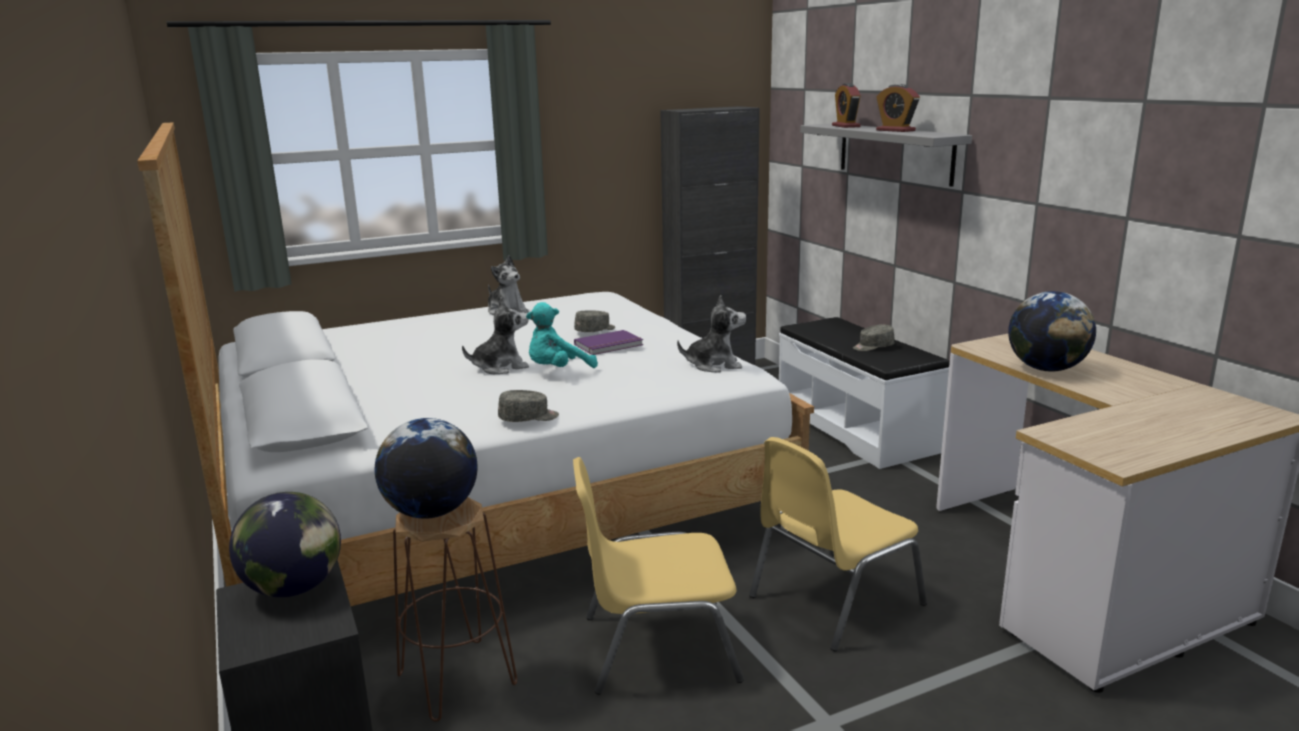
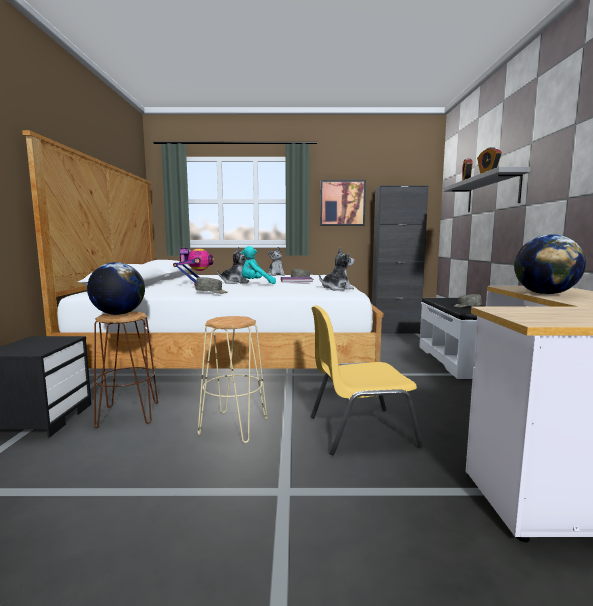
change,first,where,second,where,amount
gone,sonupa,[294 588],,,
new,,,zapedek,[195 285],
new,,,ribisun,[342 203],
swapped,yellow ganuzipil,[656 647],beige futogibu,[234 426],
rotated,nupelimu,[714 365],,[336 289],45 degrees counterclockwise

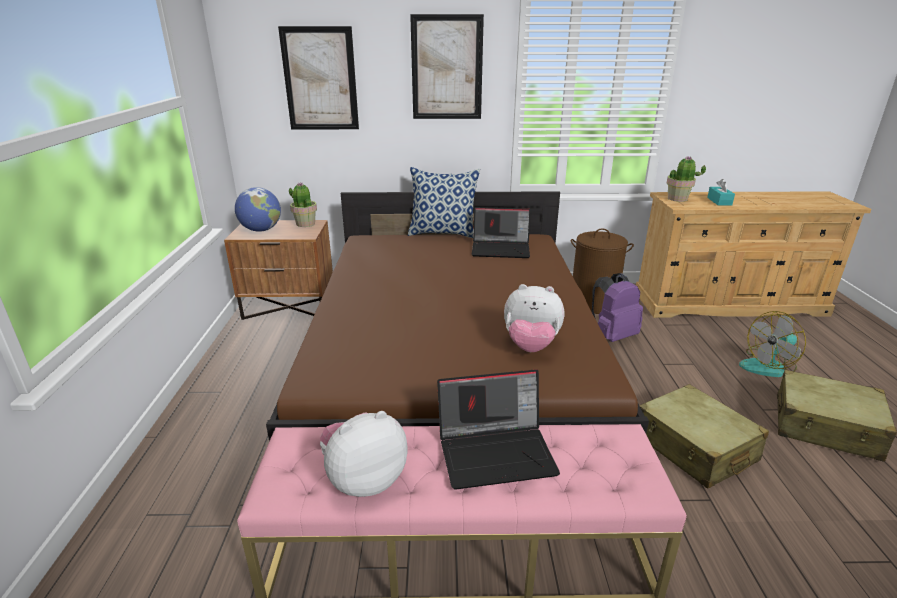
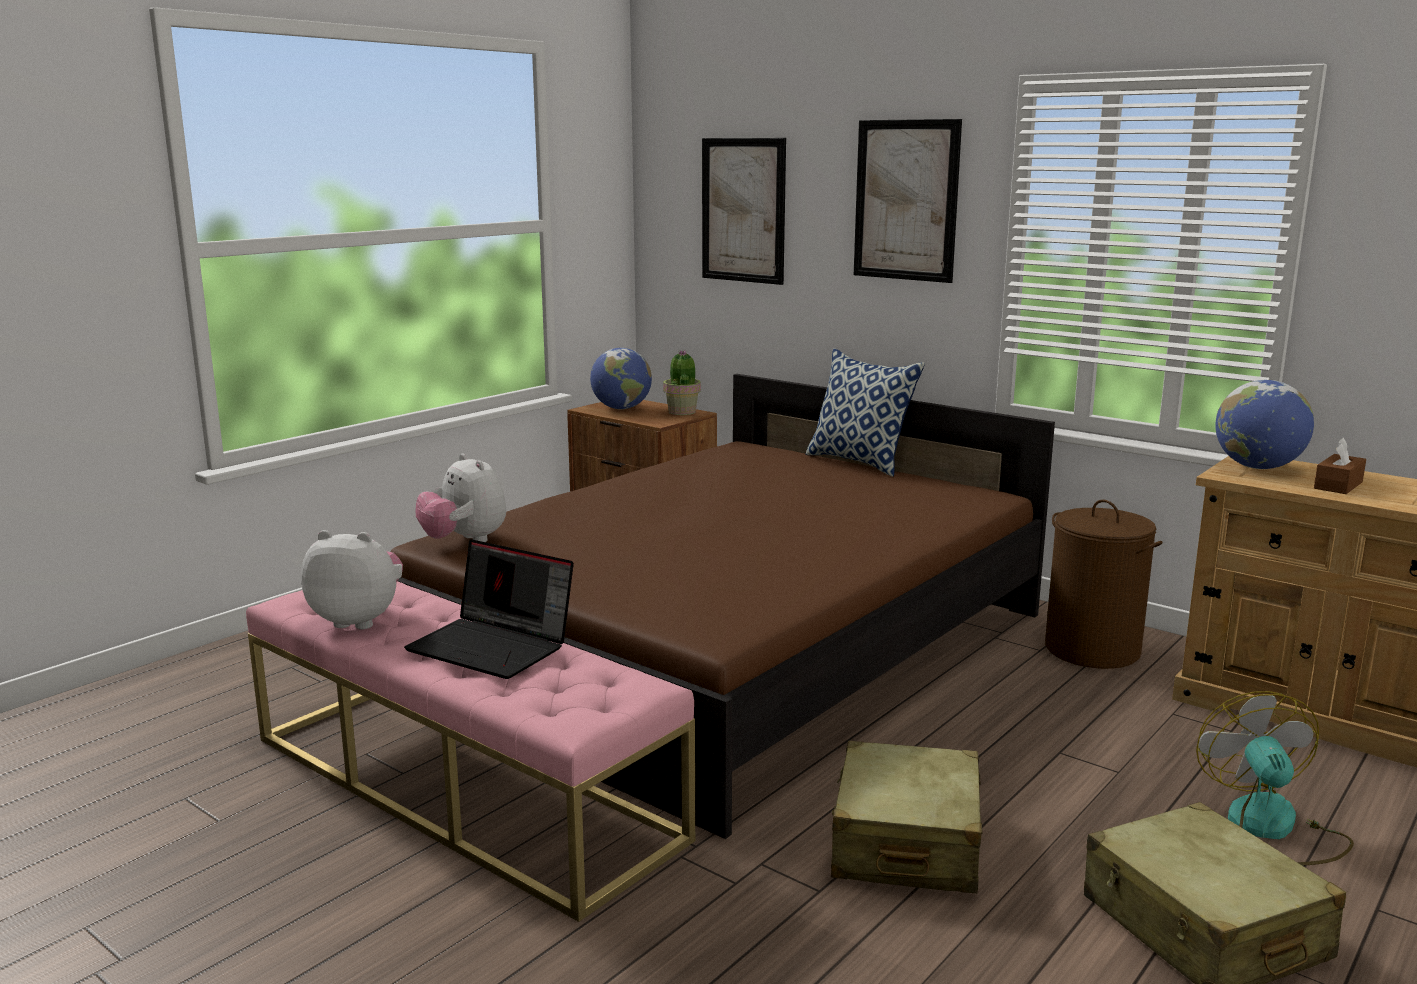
change,first,where,second,where,amount
gone,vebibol,[501 249],,,
gone,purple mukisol,[612 336],,,
shifted,nupelimu,[531 346],,[464 541],
swapped,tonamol,[678 199],sonupa,[1257 467],
repainted,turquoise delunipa,[719 201],brown delunipa,[1338 485],
rotated,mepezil,[768 366],,[1272 829],75 degrees clockwise

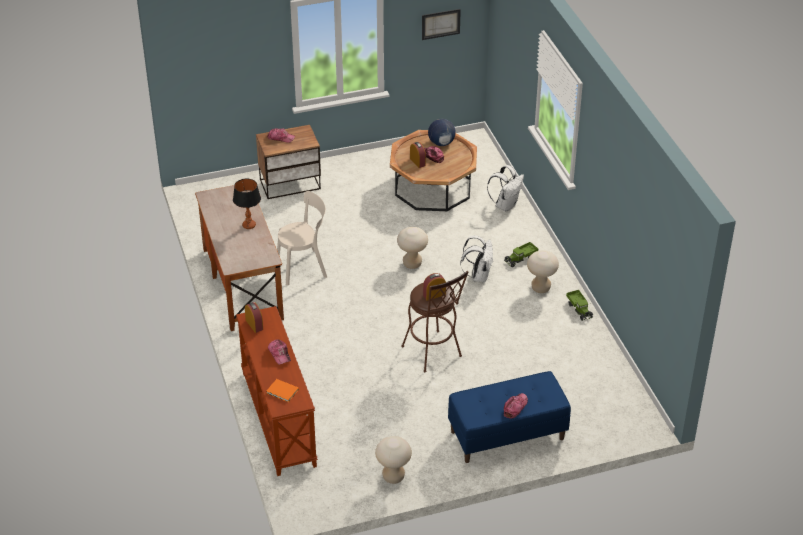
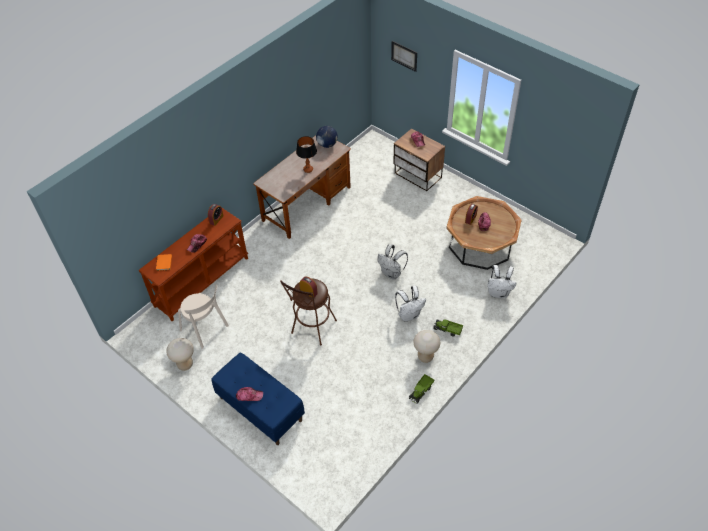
change,first,where,second,where,amount
shifted,beige ganuzipil,[304 267],,[205 329],
shifted,ribisun,[440 24],,[404 56],
shifted,sonupa,[441 143],,[327 144],
swapped,beige futogibu,[412 264],white mukisol,[392 273],

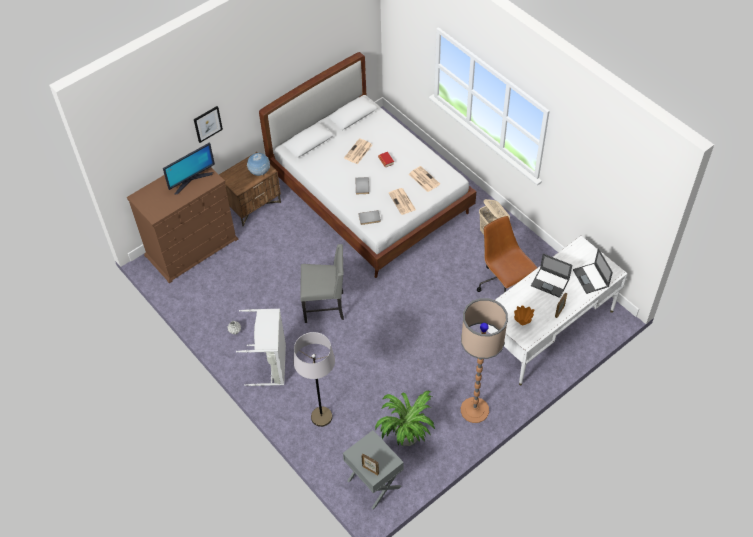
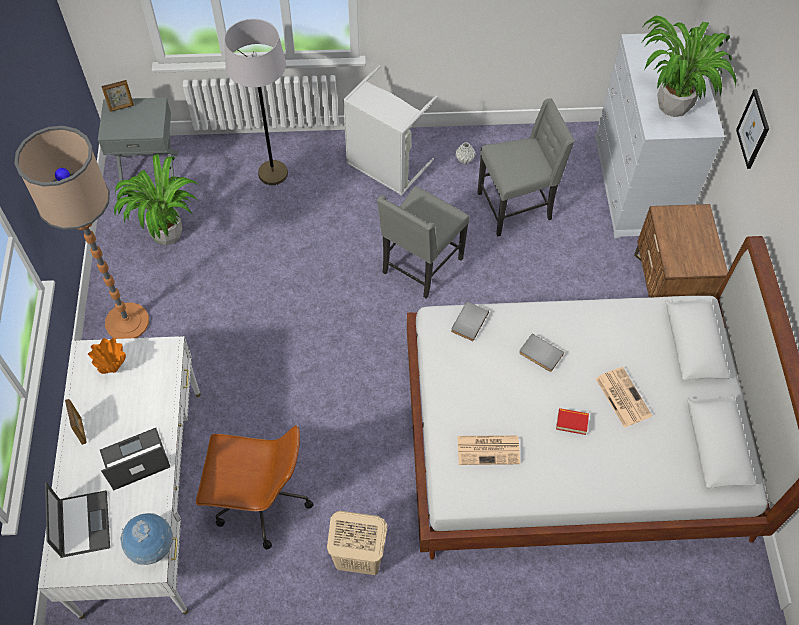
change,first,where,second,where,amount
gone,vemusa,[402 202],,,
new,,,grey ganuzipil,[516 207],
shifted,sonupa,[259 172],,[152 547],
swapped,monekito,[191 180],tonamol,[674 105],
repainted,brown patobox,[192 247],white patobox,[638 184],
rotated,vebibol,[591 278],,[83 523],60 degrees clockwise

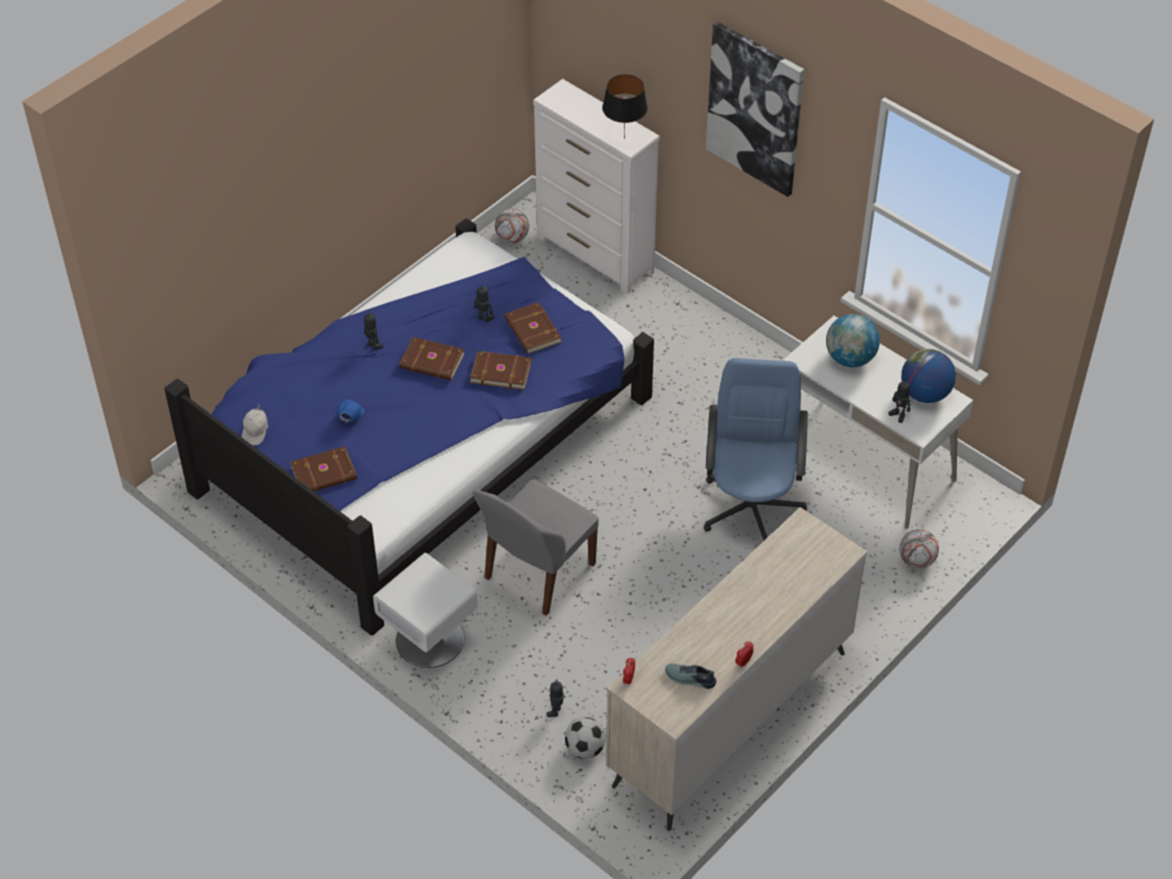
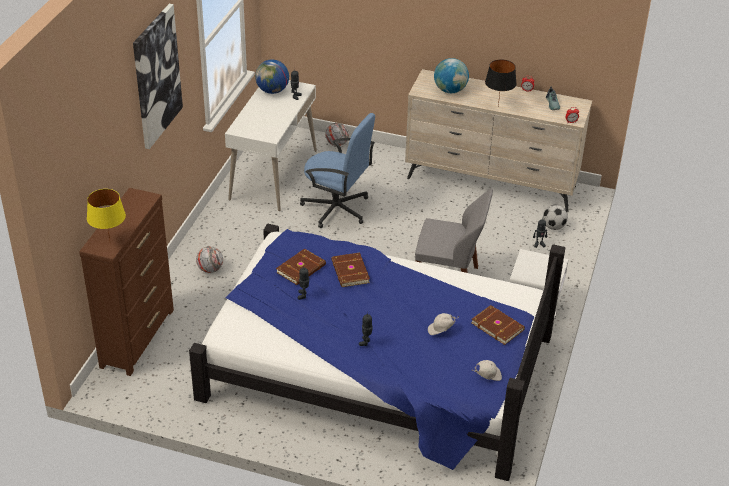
change,first,where,second,where,amount
gone,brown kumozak,[432 362],,,
new,,,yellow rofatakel,[110 243],
shifted,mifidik,[512 238],,[210 269],
shifted,black rofatakel,[624 138],,[497 106],
shifted,sonupa,[850 358],,[450 90],
repainted,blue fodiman,[350 417],white fodiman,[441 330],
repainted,white patobox,[595 255],brown patobox,[138 337],
rotated,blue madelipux,[751 506],,[337 209],135 degrees counterclockwise

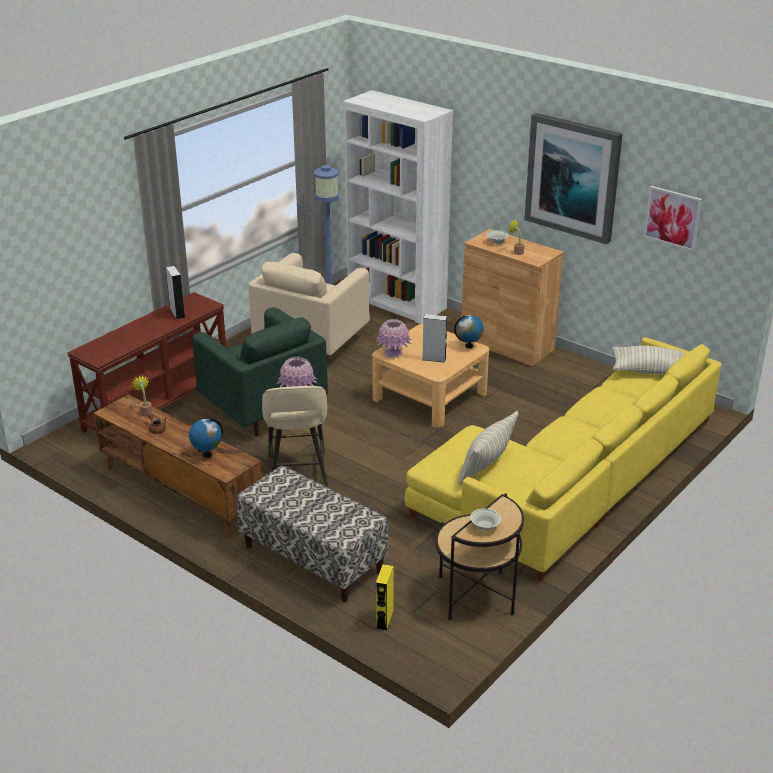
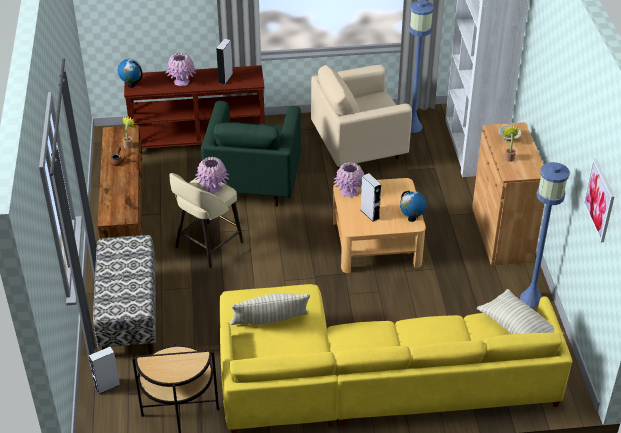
change,first,where,second,where,amount
gone,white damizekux,[485 527],,,
gone,ribisun,[573 177],,,
new,,,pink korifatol,[182 81],
new,,,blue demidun,[531 298],
shifted,sonupa,[207 454],,[131 85],
repainted,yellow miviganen,[384 620],grey miviganen,[107 386],

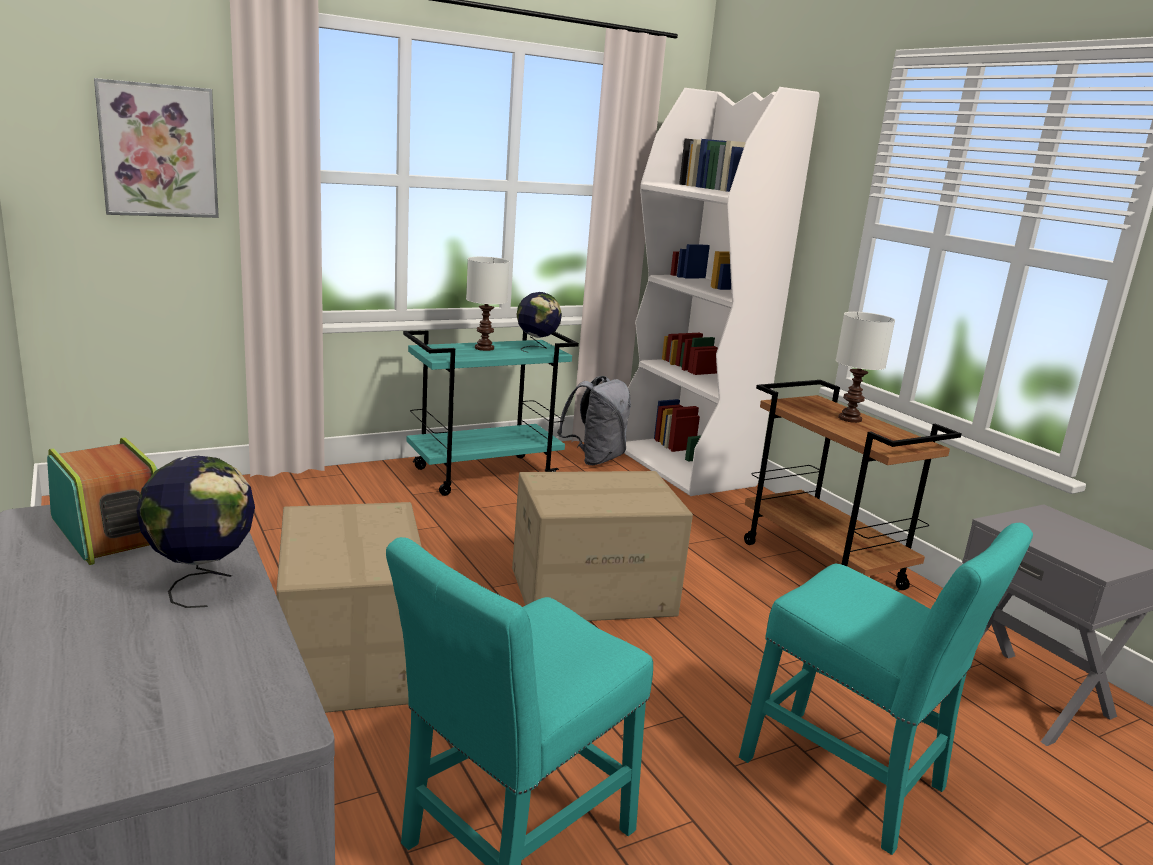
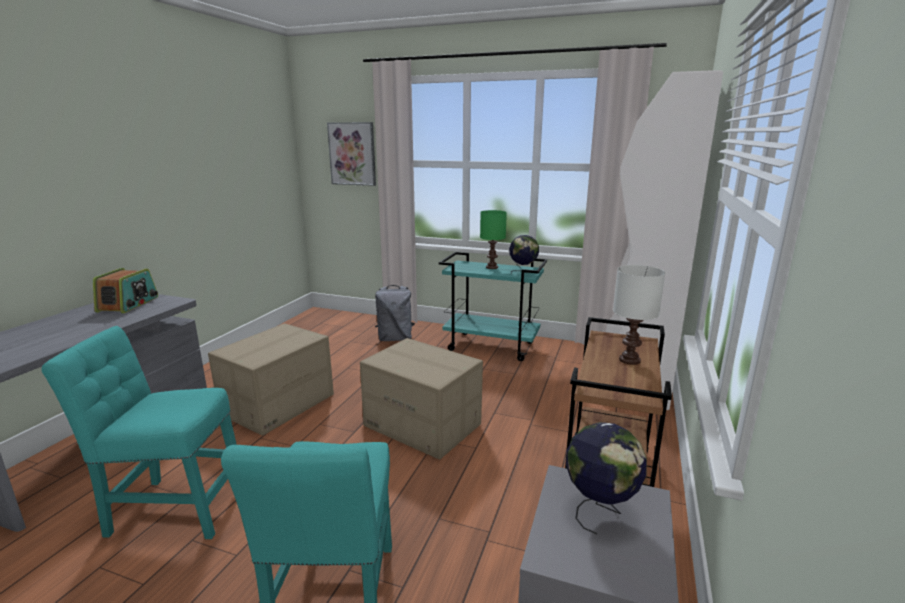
change,first,where,second,where,amount
shifted,sonupa,[202 584],,[600 511],
shifted,grey mukisol,[595 459],,[395 338],
repainted,white rofatakel,[483 348],green rofatakel,[491 267],

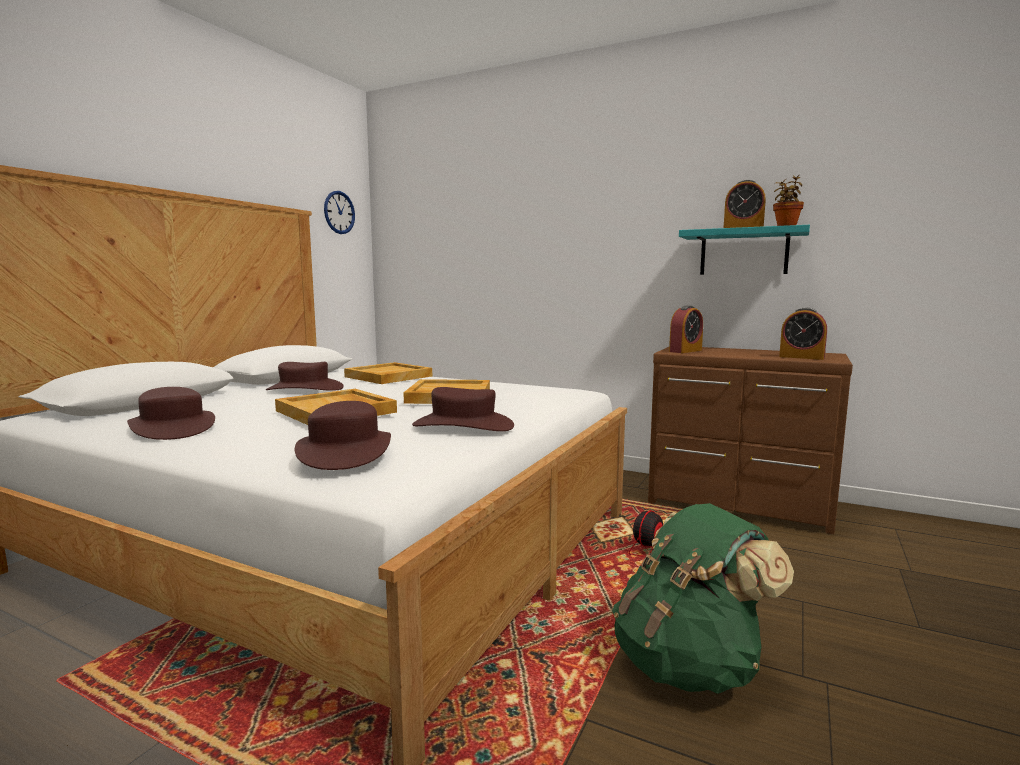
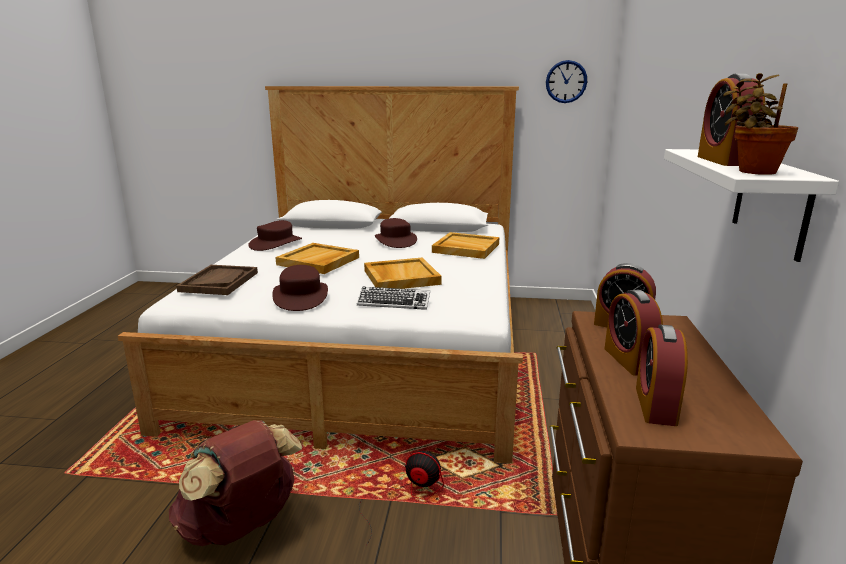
change,first,where,second,where,amount
new,,,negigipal,[393 302],
new,,,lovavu,[629 360],
swapped,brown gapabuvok,[345 451],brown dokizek,[219 282],
repainted,green mukisol,[689 664],brown mukisol,[241 526],
repainted,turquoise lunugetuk,[743 252],white lunugetuk,[771 202],

